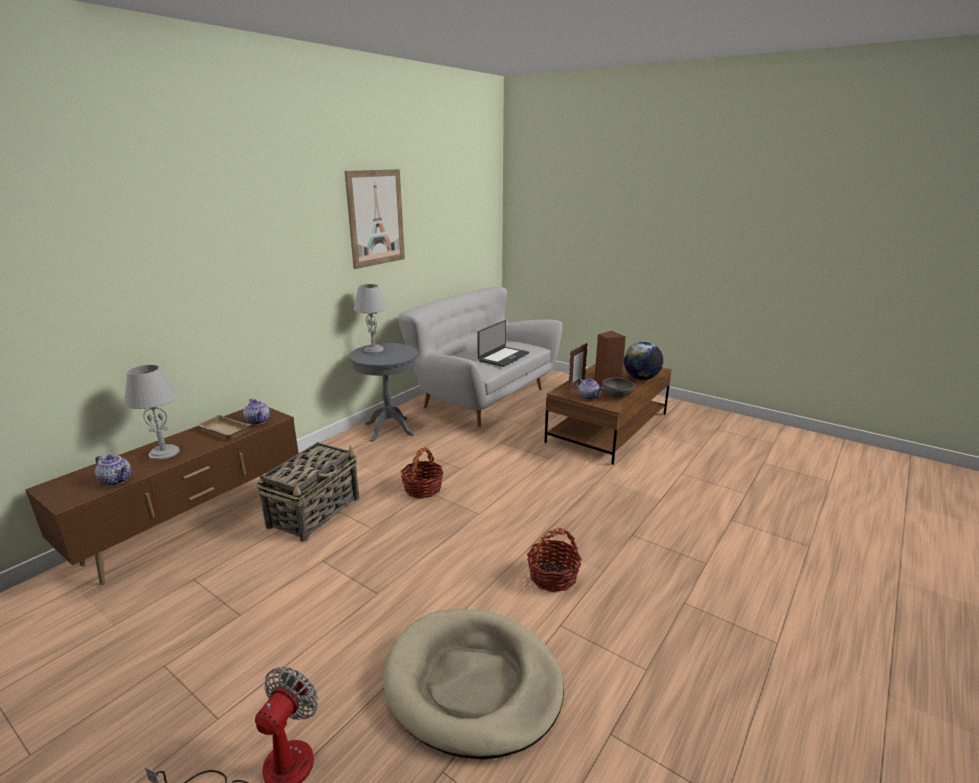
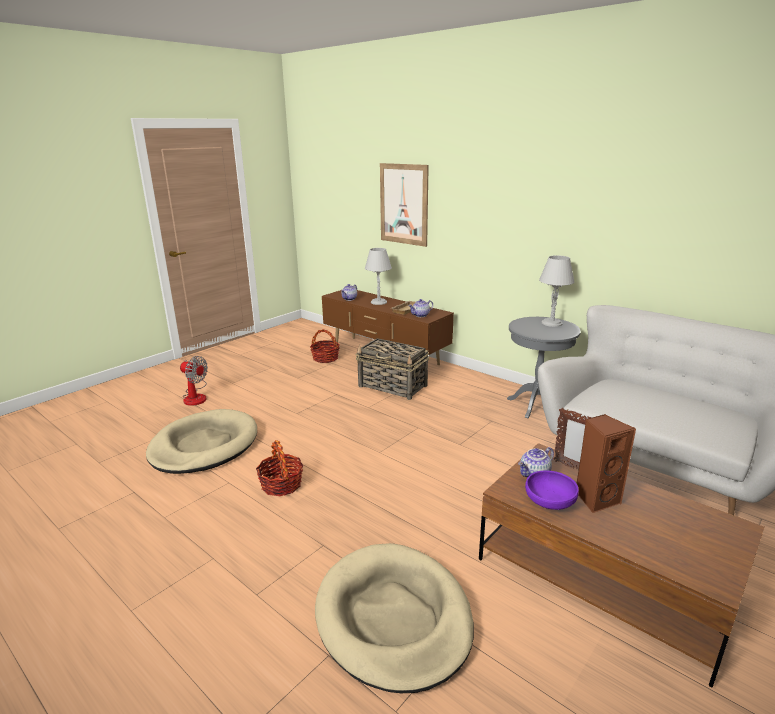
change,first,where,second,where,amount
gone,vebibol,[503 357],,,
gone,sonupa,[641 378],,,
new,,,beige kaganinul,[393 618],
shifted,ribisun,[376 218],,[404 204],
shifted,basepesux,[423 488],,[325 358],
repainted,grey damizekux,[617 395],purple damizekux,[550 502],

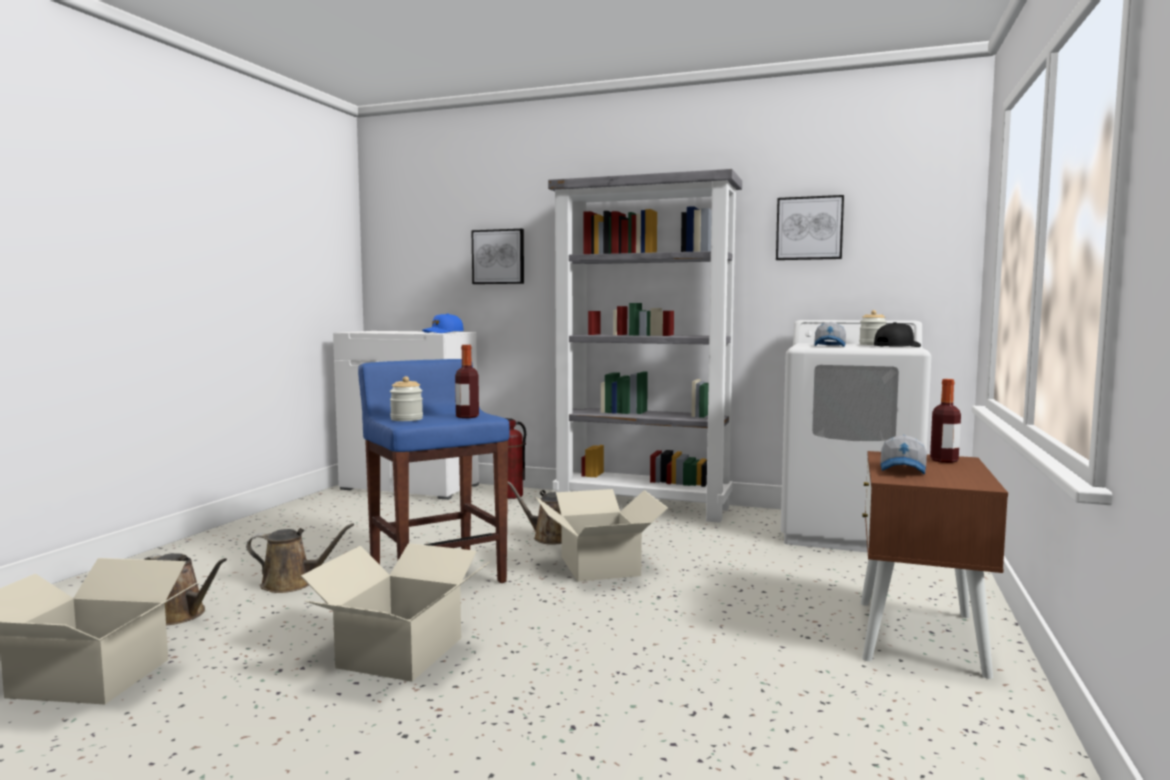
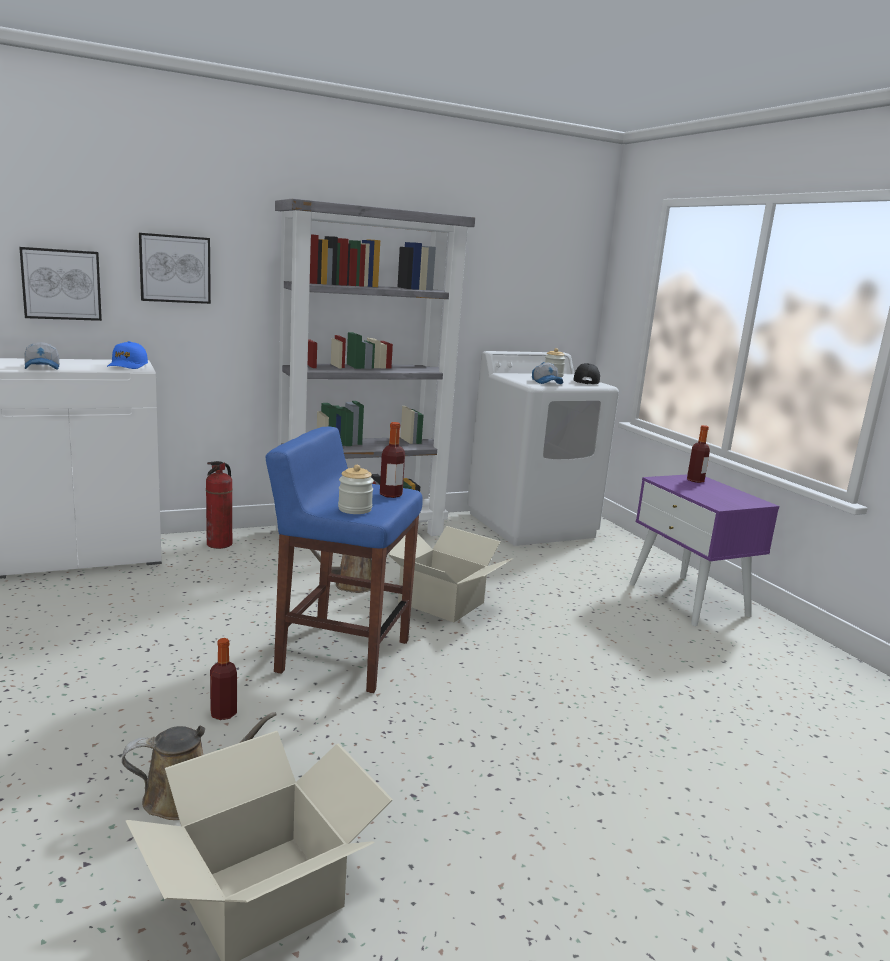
change,first,where,second,where,amount
gone,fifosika,[399 652],,,
shifted,ribisun,[809 228],,[61 284],
shifted,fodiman,[904 470],,[43 368],
swapped,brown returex,[292 584],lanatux,[223 713],
repainted,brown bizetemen,[920 637],purple bizetemen,[689 599],

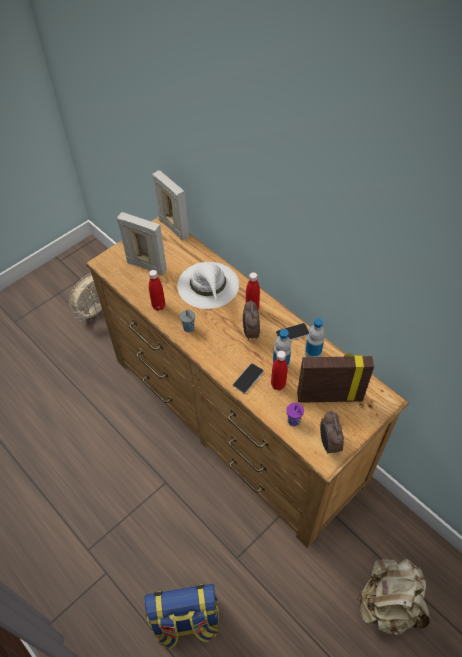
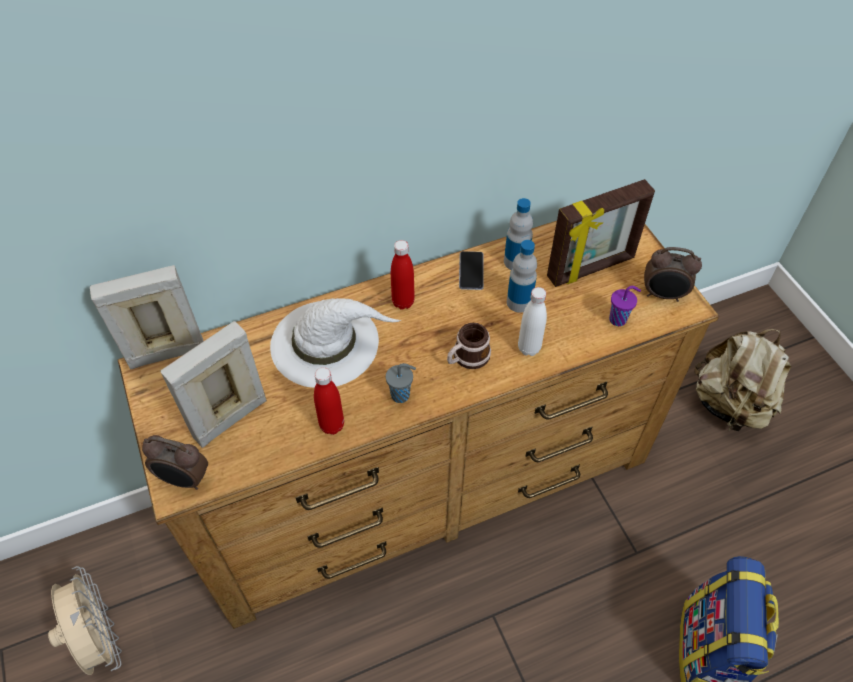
change,first,where,second,where,amount
gone,red lanatux,[278 385],,,
new,,,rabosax,[467 358],
shifted,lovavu,[250 333],,[184 479],
swapped,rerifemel,[248 378],white lanatux,[529 348],
rotated,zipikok,[329 396],,[591 269],135 degrees counterclockwise

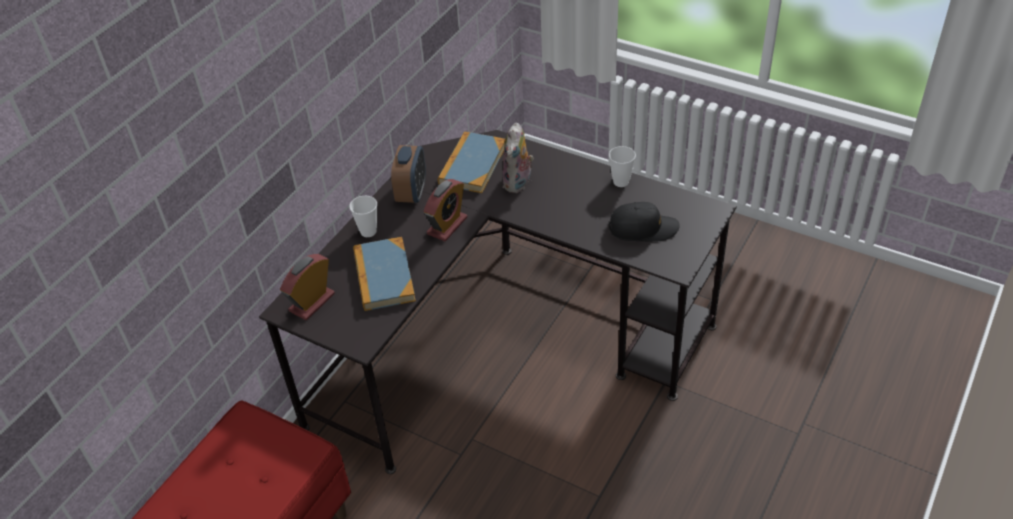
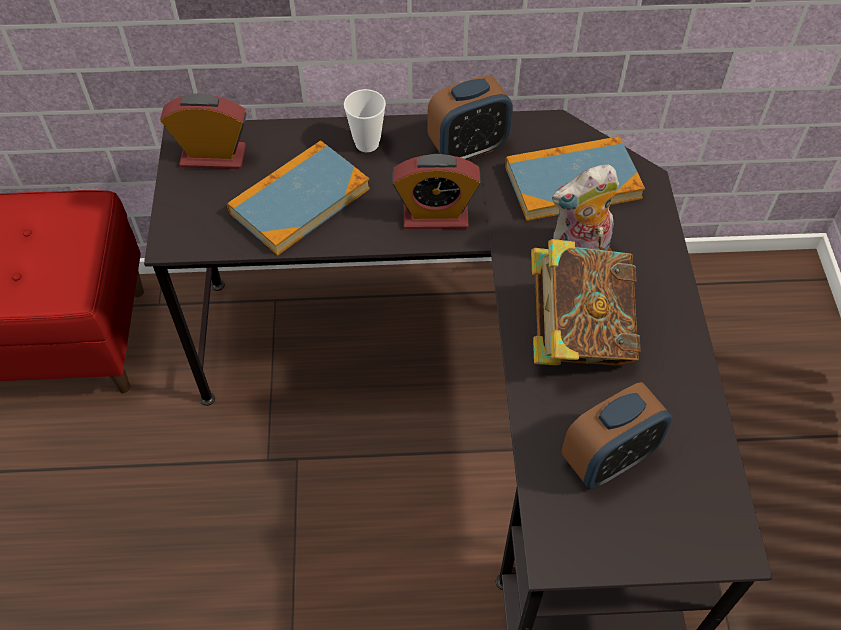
change,first,where,second,where,amount
gone,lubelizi,[621 182],,,
new,,,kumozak,[577 333],
swapped,black fodiman,[643 228],lovavu,[608 459],

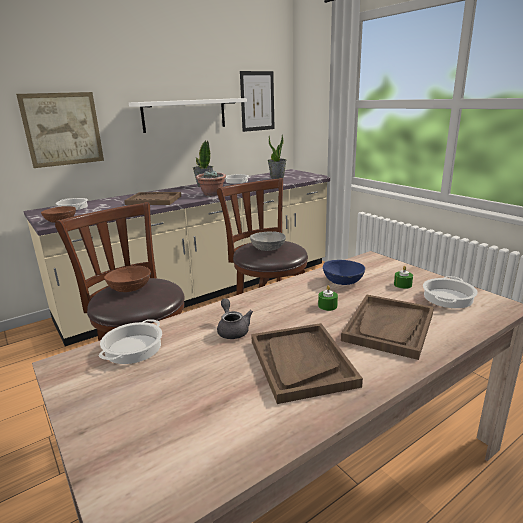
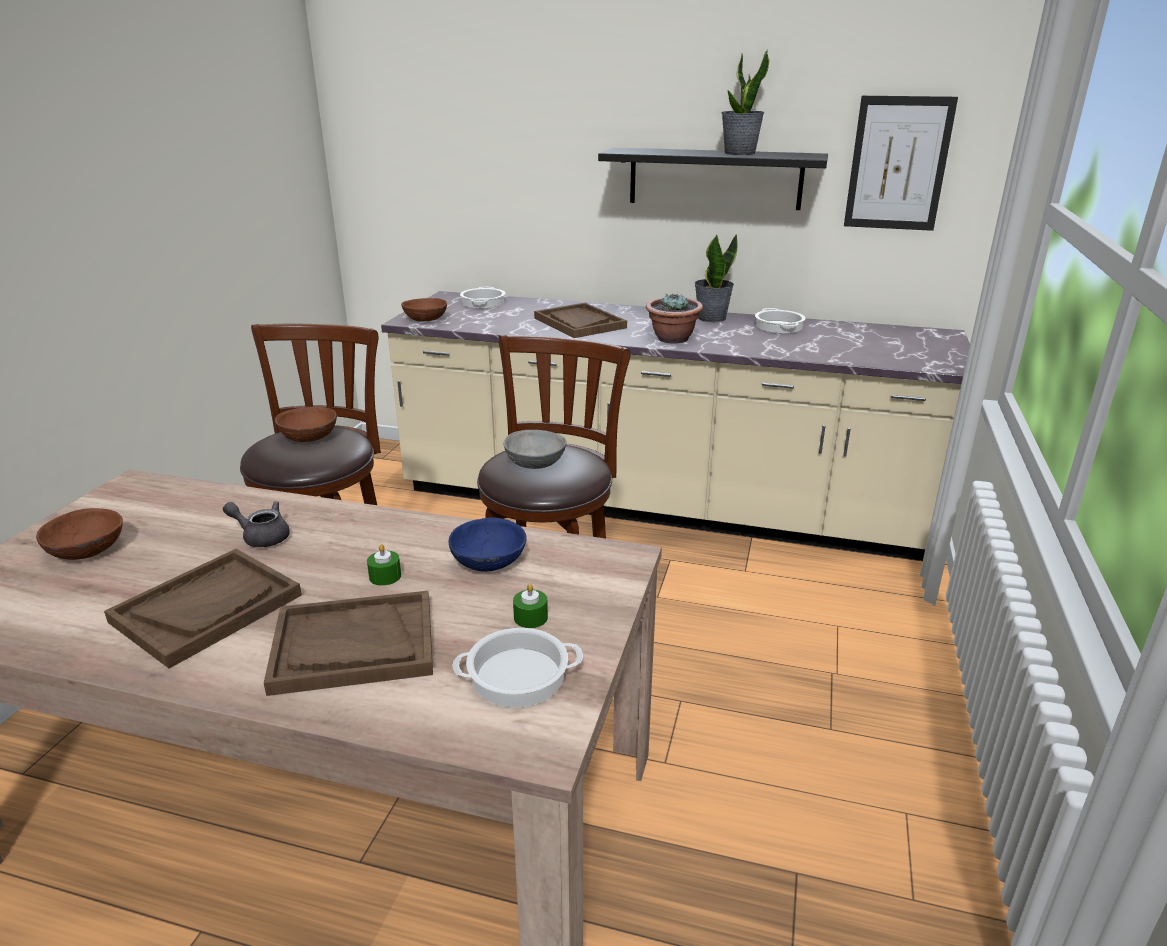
change,first,where,second,where,amount
gone,ribisun,[62 129],,,
gone,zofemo,[133 348],,,
new,,,brown damizekux,[86 550],
shifted,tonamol,[277 177],,[739 153],
repainted,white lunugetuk,[184 115],black lunugetuk,[715 178],
rotated,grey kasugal,[232 330],,[262 537],105 degrees counterclockwise

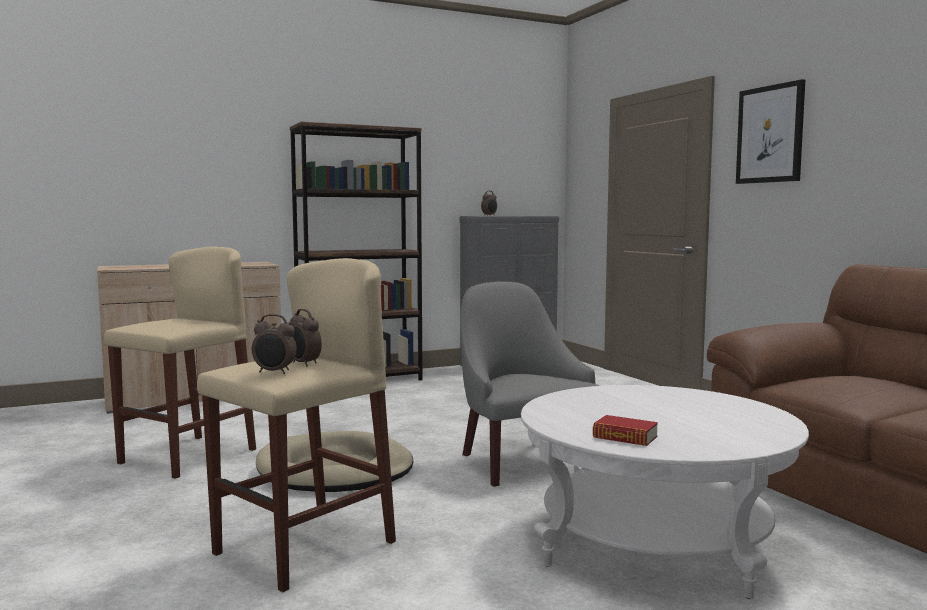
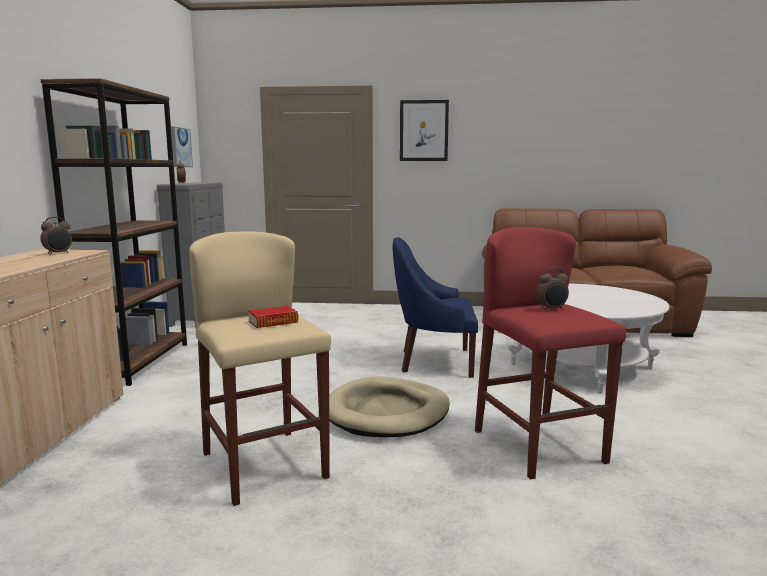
change,first,where,second,where,amount
new,,,ribisun,[181 147],
shifted,lovavu,[274 372],,[58 253],
shifted,kumozak,[625 437],,[273 322],
repainted,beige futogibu,[304 547],red futogibu,[538 446],
repainted,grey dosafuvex,[522 461],blue dosafuvex,[434 361],

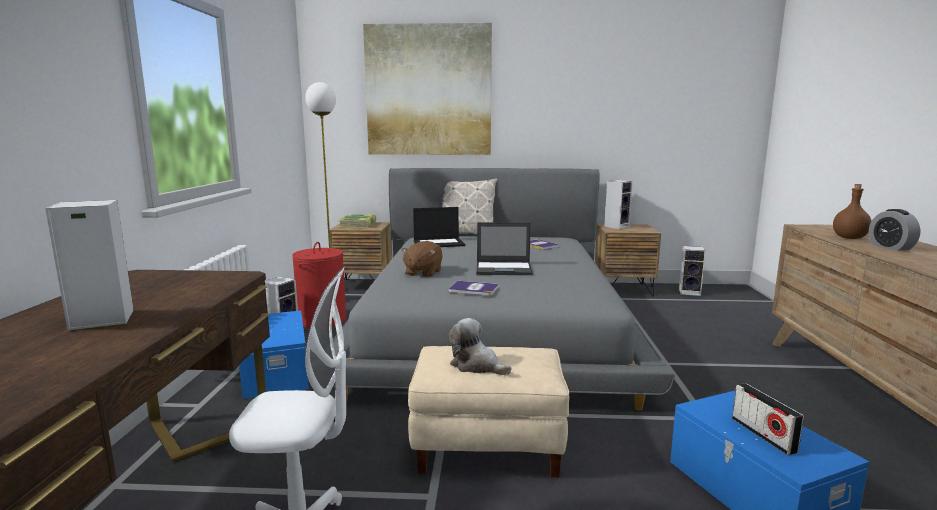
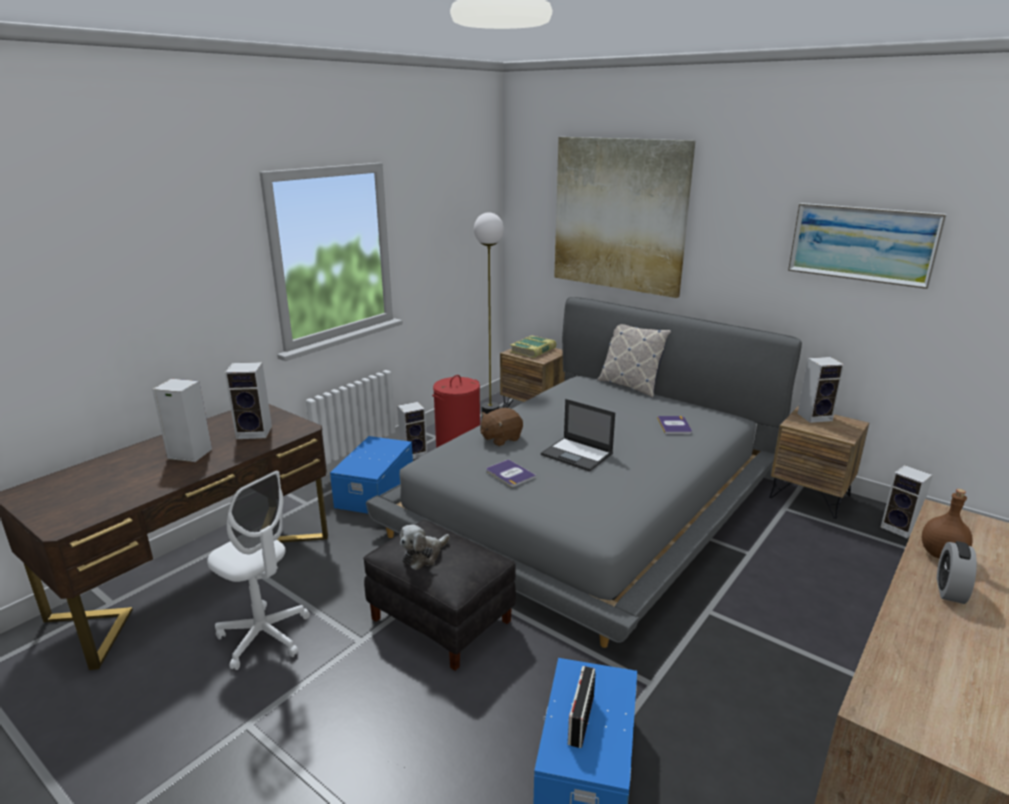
change,first,where,second,where,amount
gone,vebibol,[439 243],,,
new,,,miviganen,[256 432],
new,,,ribisun,[862 243],
repainted,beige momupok,[489 444],black momupok,[442 619],
rotated,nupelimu,[477 366],,[423 556],120 degrees counterclockwise

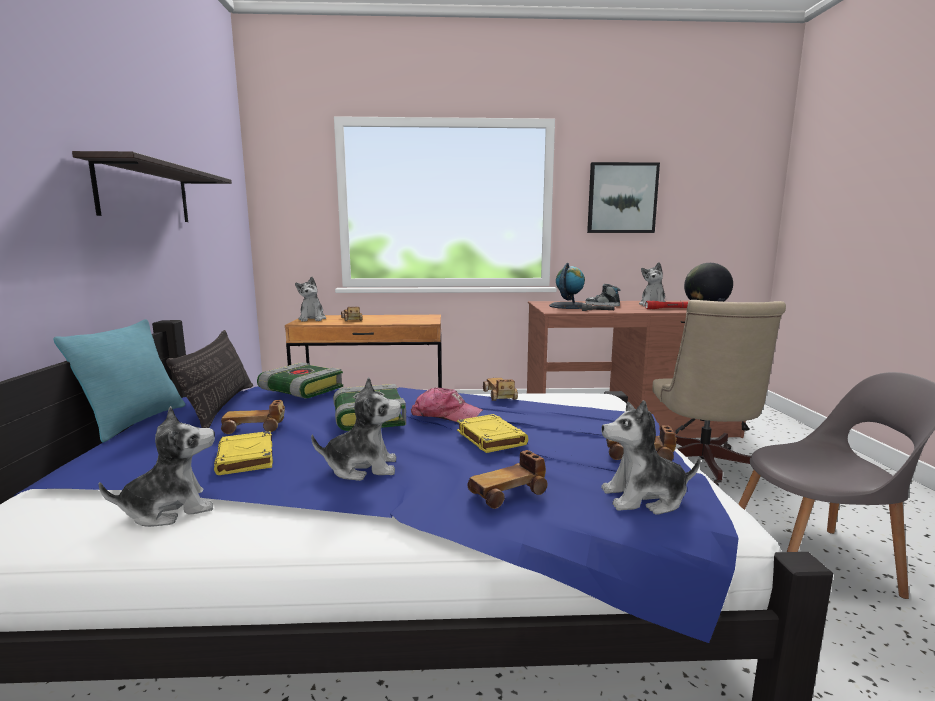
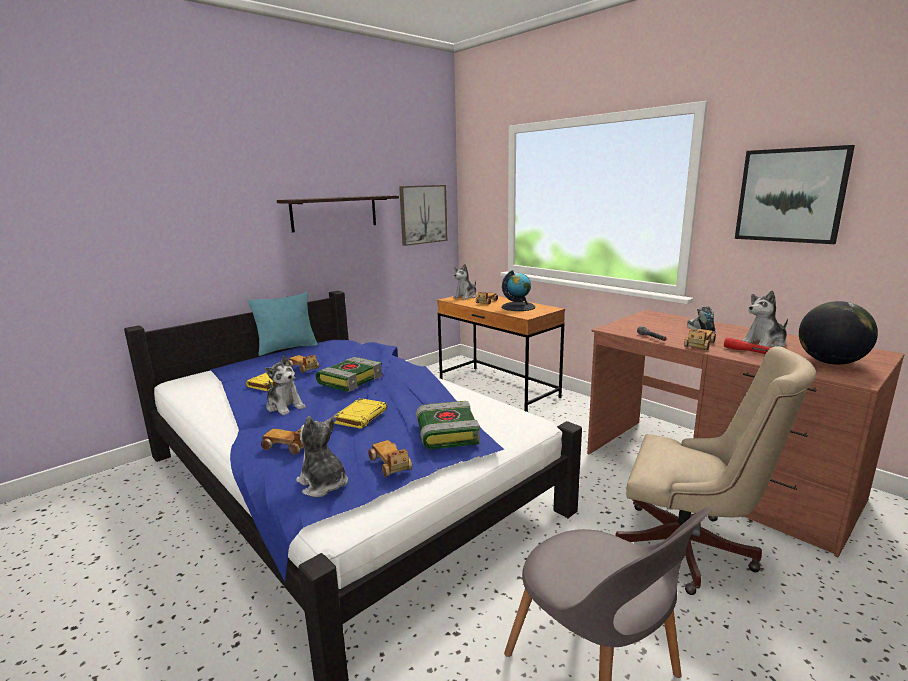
change,first,where,second,where,amount
gone,nupelimu,[171 509],,,
gone,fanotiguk,[221 407],,,
gone,fodiman,[445 415],,,
new,,,ribisun,[423 214],
shifted,kumozak,[300 390],,[446 432],
shifted,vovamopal,[499 395],,[699 344],
shifted,sonupa,[568 306],,[518 307],
rotated,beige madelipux,[703 467],,[691 550],120 degrees counterclockwise

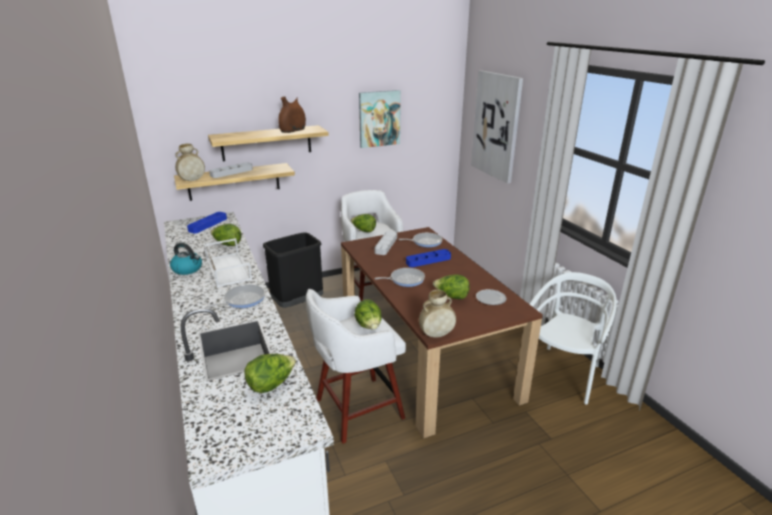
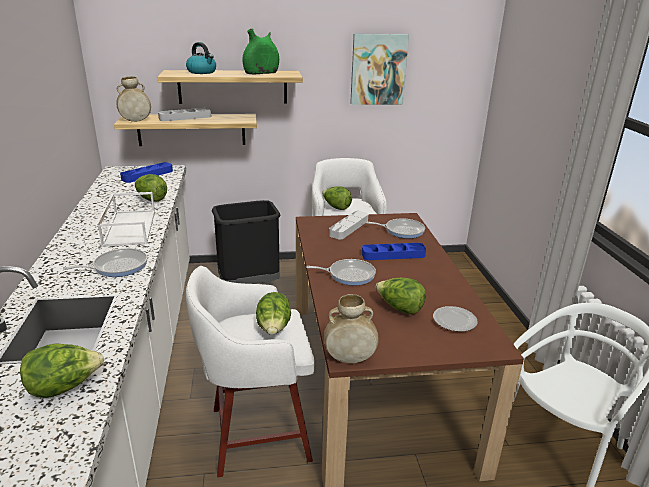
change,first,where,second,where,amount
gone,ribisun,[496 126],,,
shifted,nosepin,[188 269],,[202 72],
repainted,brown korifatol,[293 131],green korifatol,[261 73],

